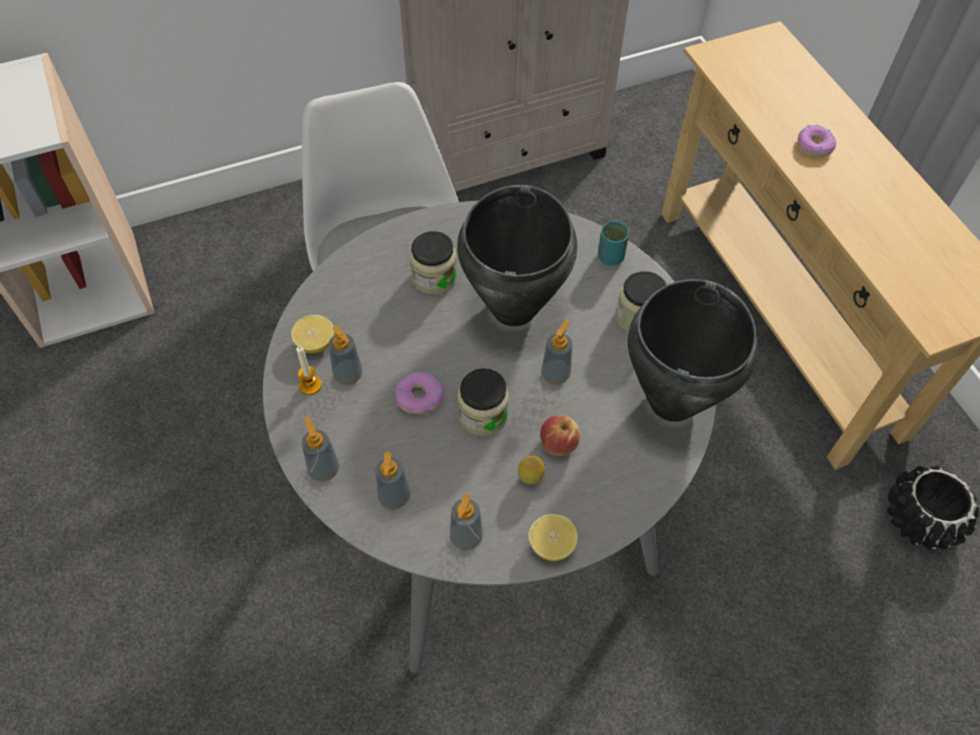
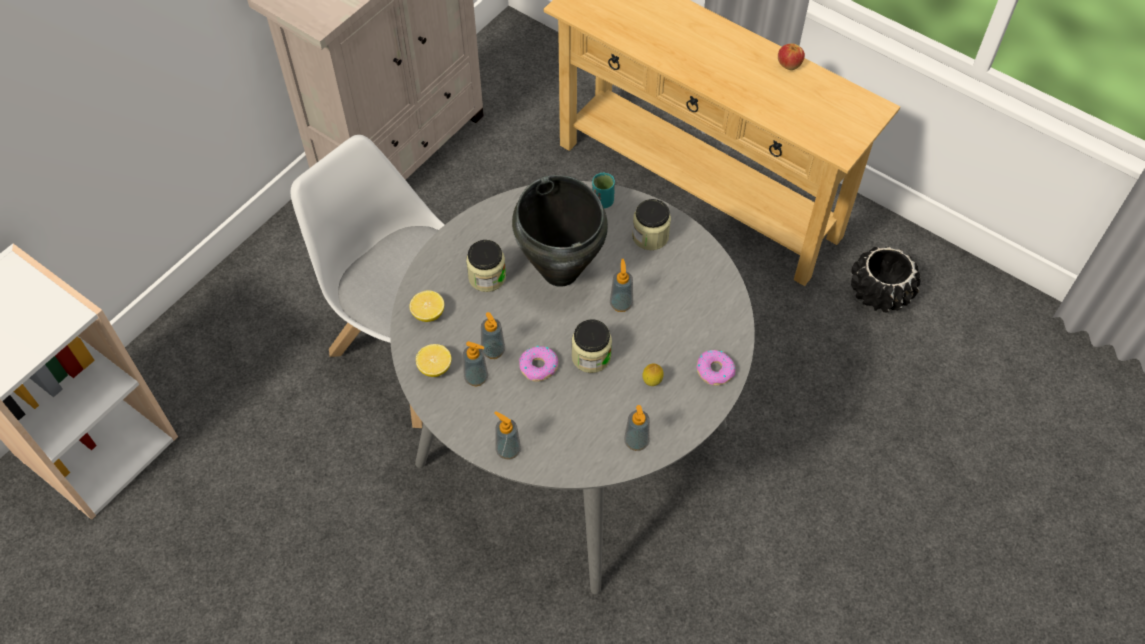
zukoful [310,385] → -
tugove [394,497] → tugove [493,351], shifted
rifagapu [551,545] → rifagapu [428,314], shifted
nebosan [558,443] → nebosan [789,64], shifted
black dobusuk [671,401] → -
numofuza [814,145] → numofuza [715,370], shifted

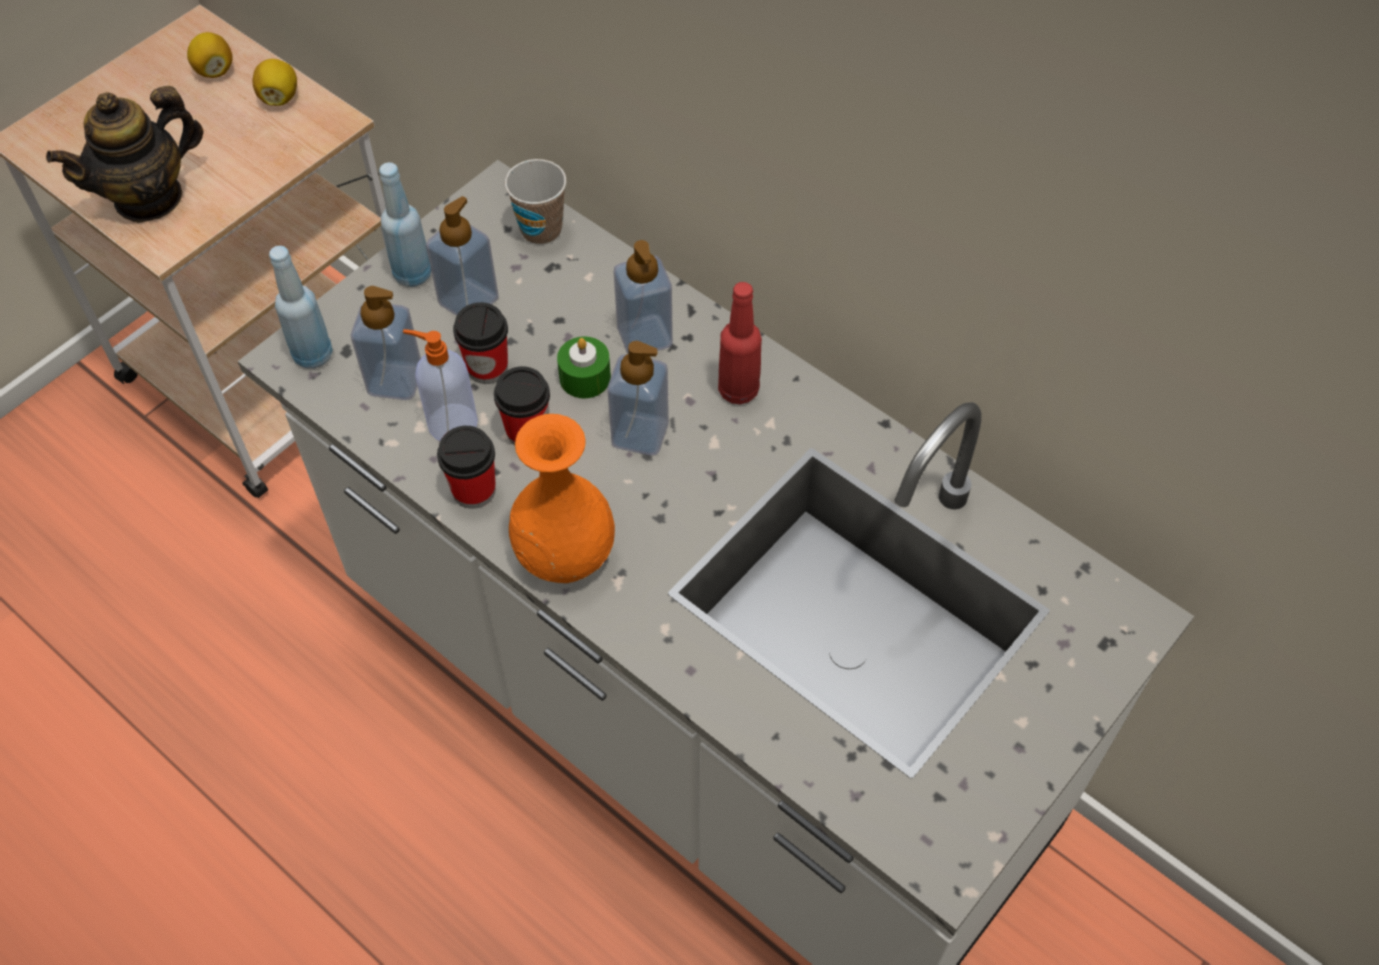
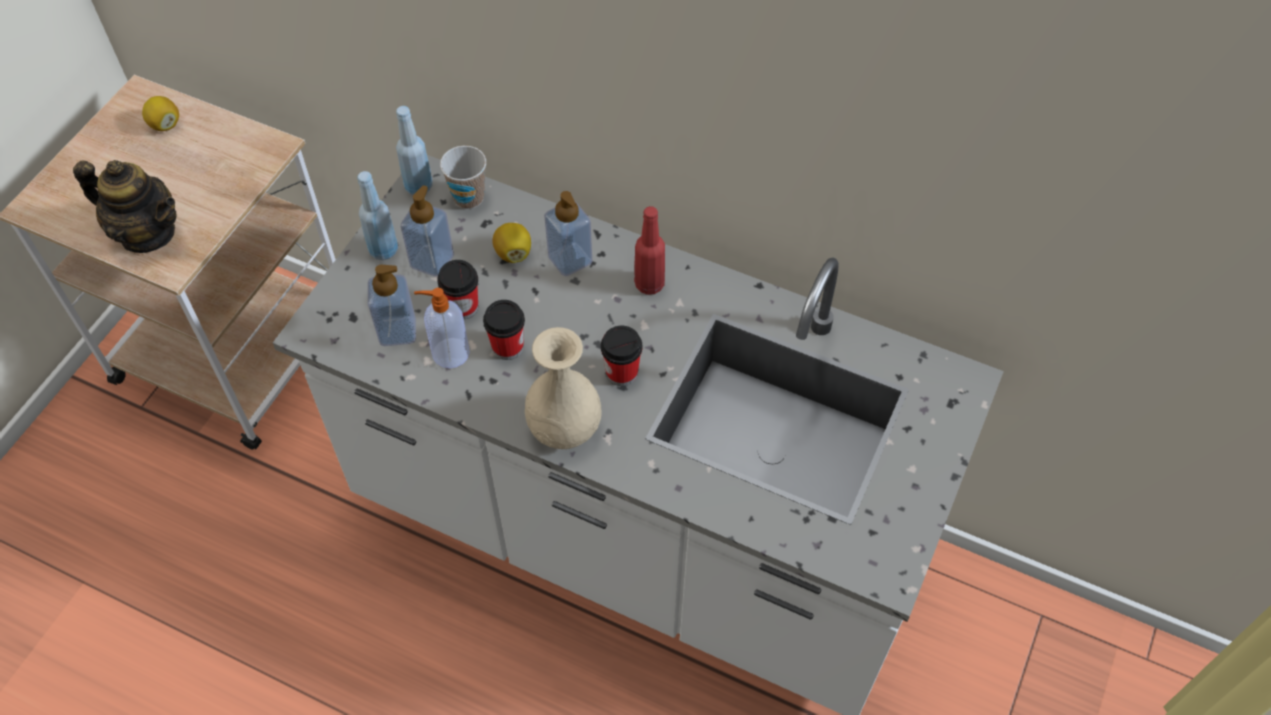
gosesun [149,197] → gosesun [147,233], 105 degrees counterclockwise
rifagapu [279,97] → rifagapu [513,253], shifted
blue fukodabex [313,355] → blue fukodabex [418,186], shifted
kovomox [474,490] → kovomox [622,372], shifted
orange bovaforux [565,555] → beige bovaforux [564,428]
green zukoful [585,377] → -
tugove [640,434] → -

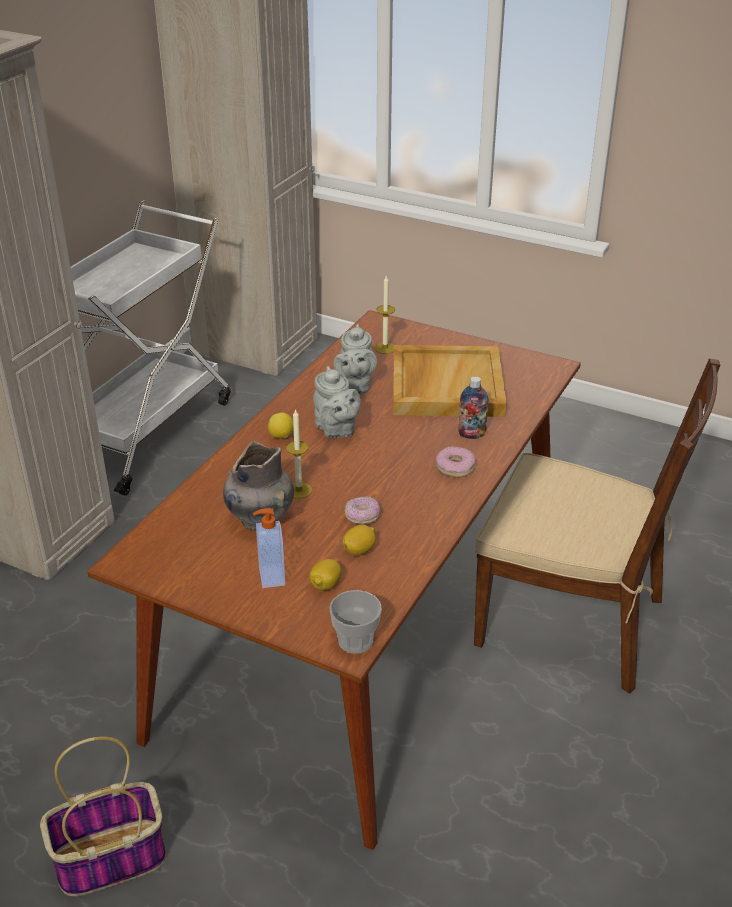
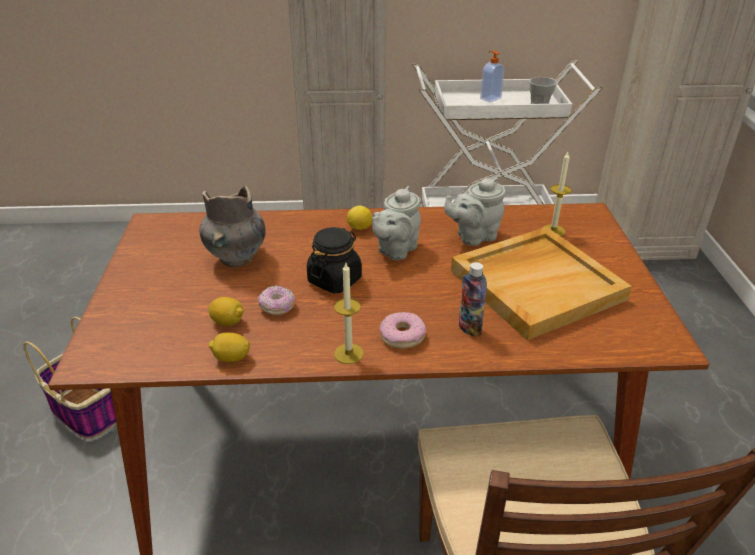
tugove [270,576] → tugove [490,98], shifted
zukoful [299,490] → zukoful [349,353], shifted
rifagapu [325,585] → rifagapu [231,358], shifted
kovomox [355,641] → kovomox [539,104], shifted
- → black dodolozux [335,280]

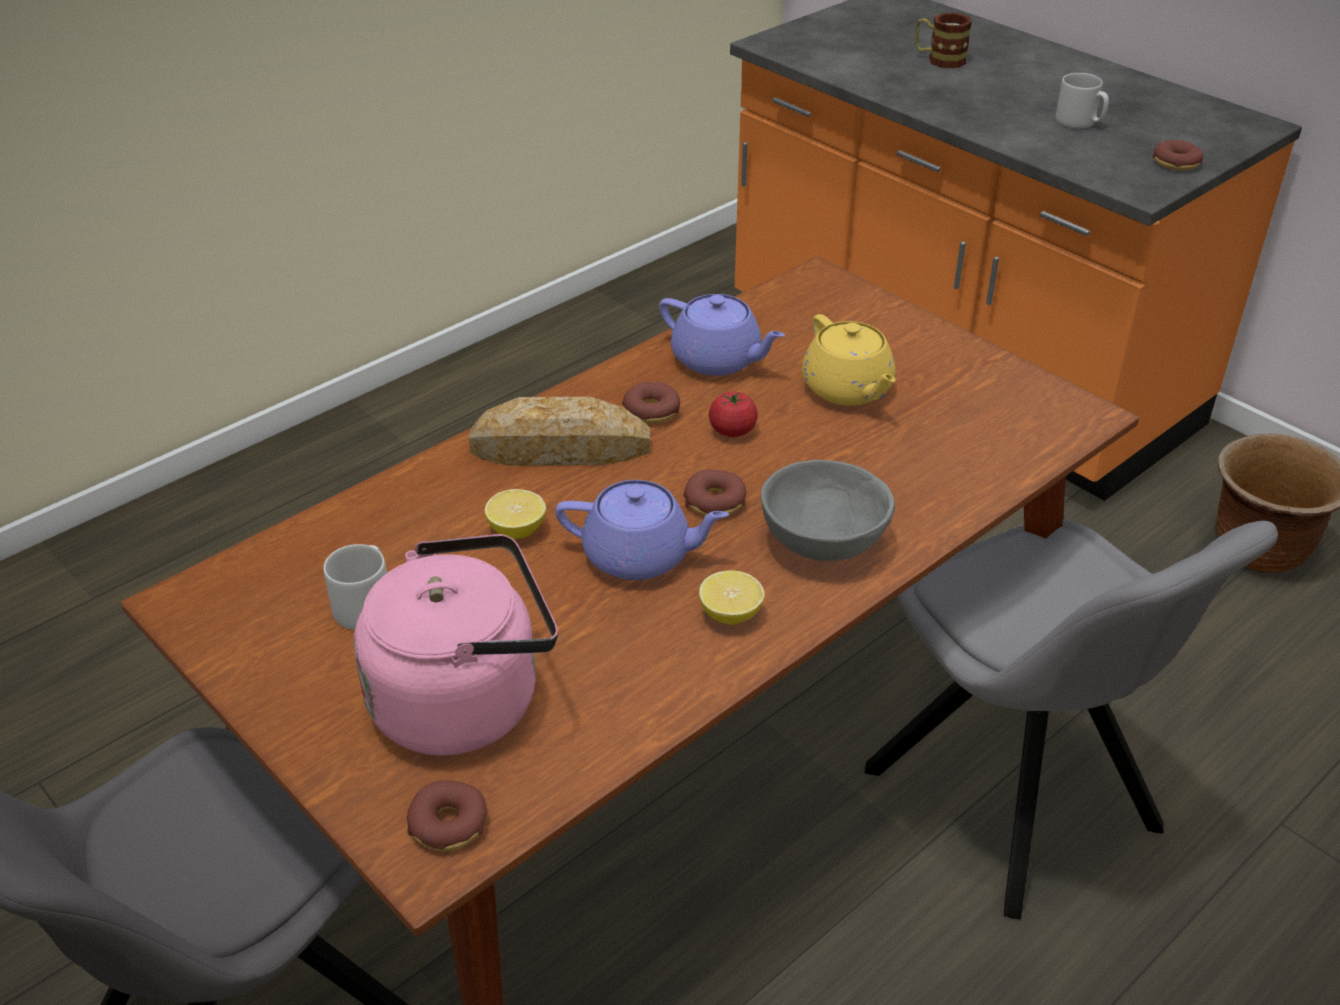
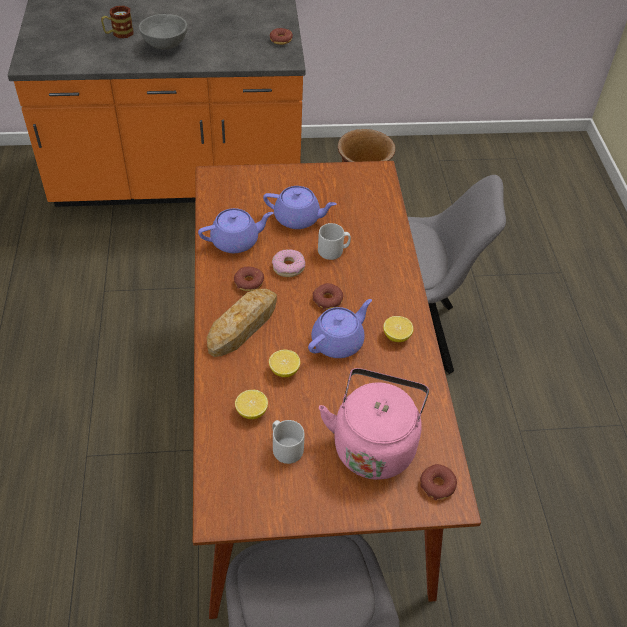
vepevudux [732,430] → numofuza [288,267]
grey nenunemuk [822,542] → grey nenunemuk [164,45], shifted
yellow gosesun [848,389] → purple gosesun [298,218]
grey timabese [1079,122] → grey timabese [333,251], shifted
- → rifagapu [251,411]

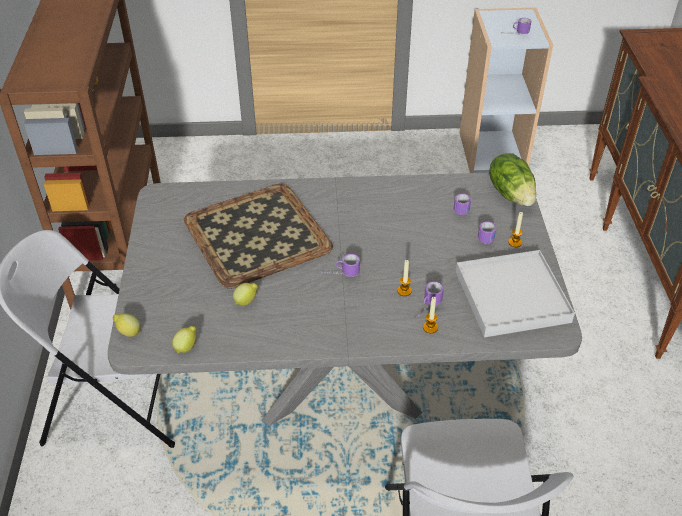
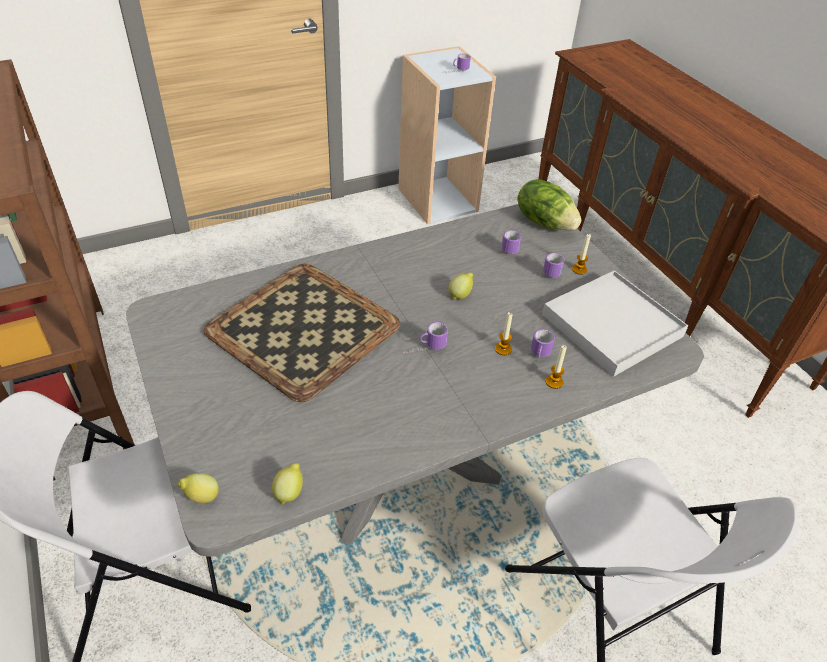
rifagapu [246,301] → rifagapu [460,295], shifted

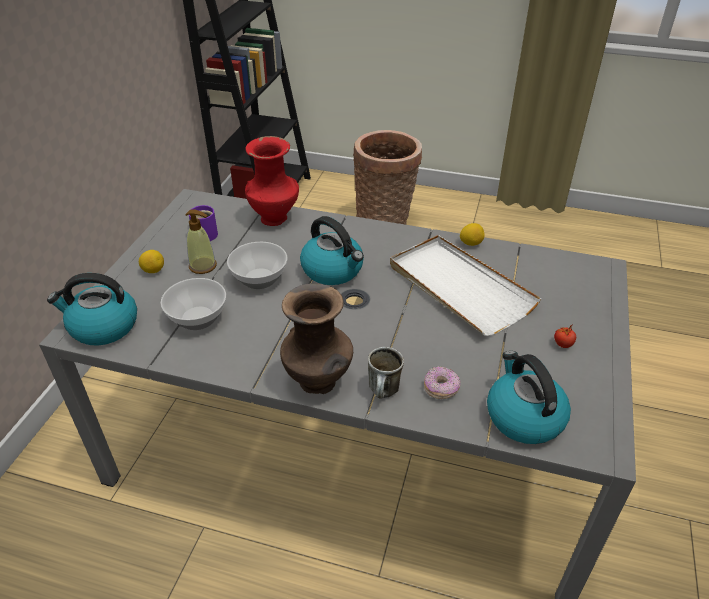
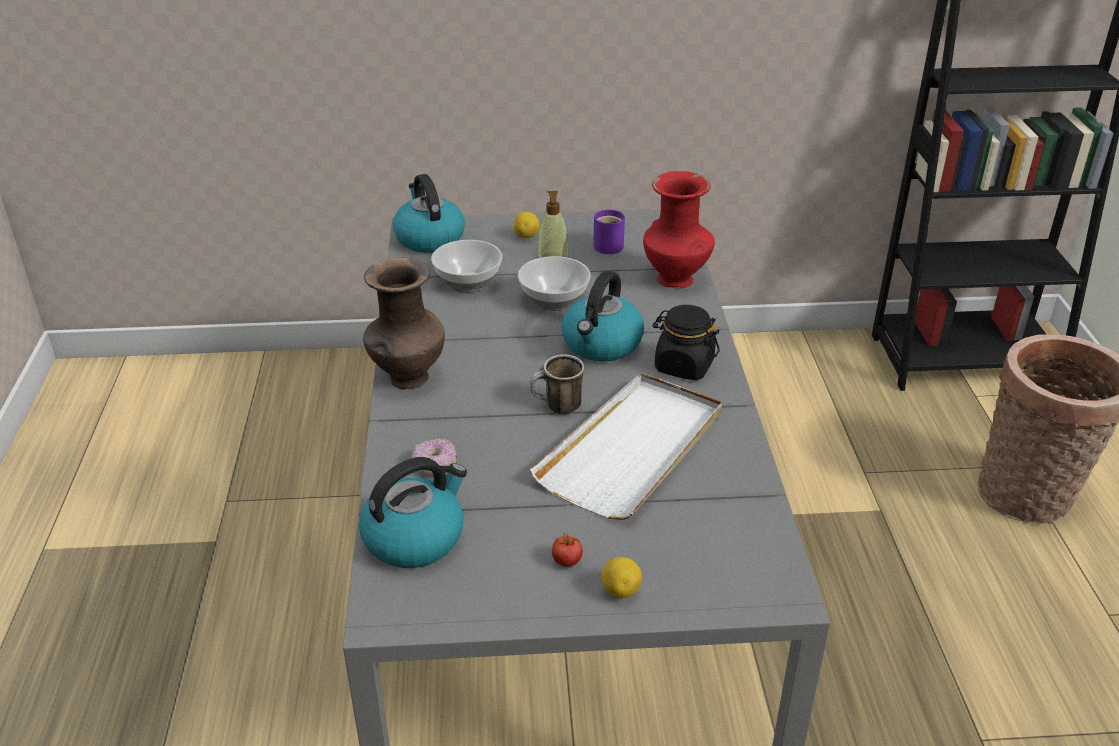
timabese [384,393] → timabese [557,408], shifted
rifagapu [471,243] → rifagapu [621,591], shifted
- → black dodolozux [683,366]

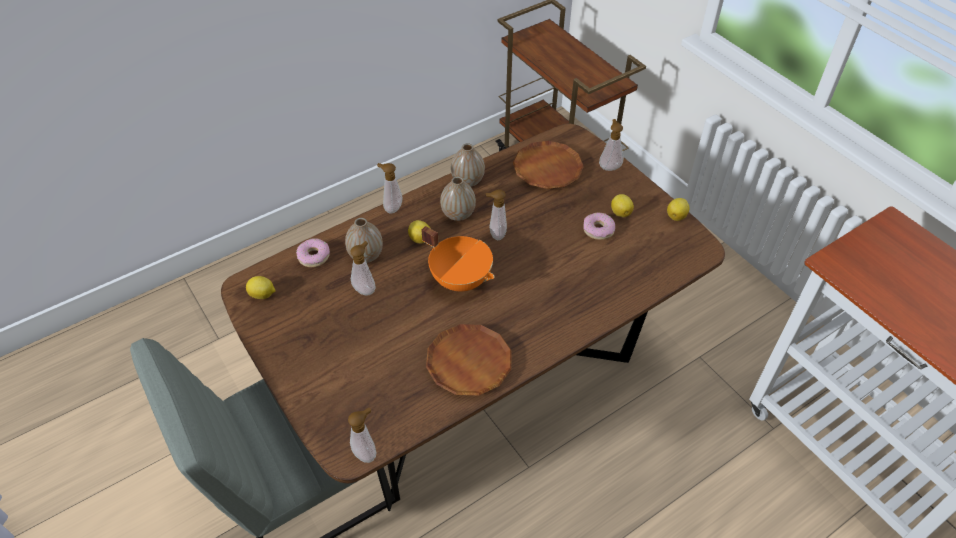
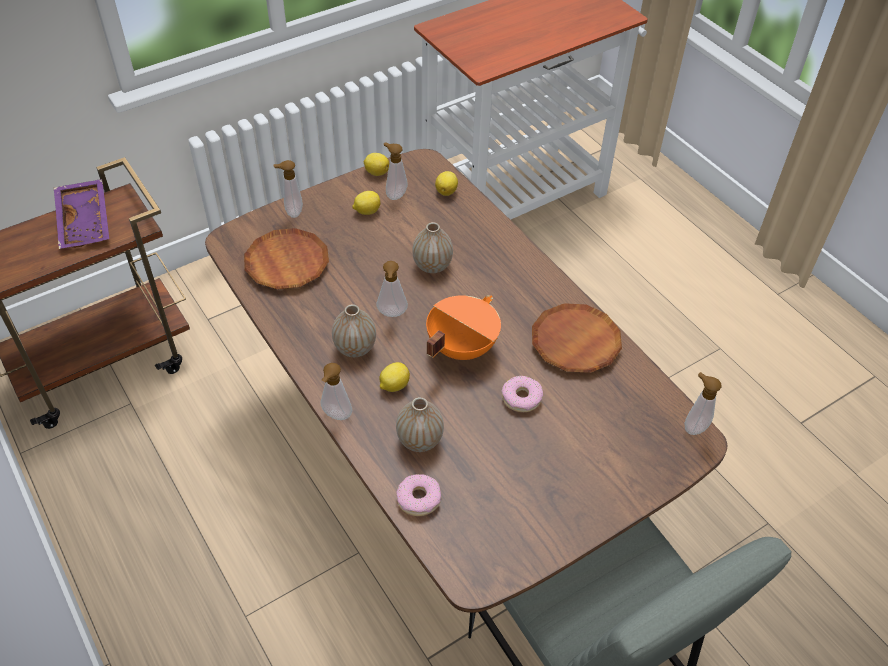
rifagapu [263,295] → rifagapu [446,191], shifted
tugove [365,289] → tugove [395,194], shifted
bovaforux [467,181] → bovaforux [432,266], shifted
numofuza [598,230] → numofuza [521,398], shifted
- → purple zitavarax [86,222]

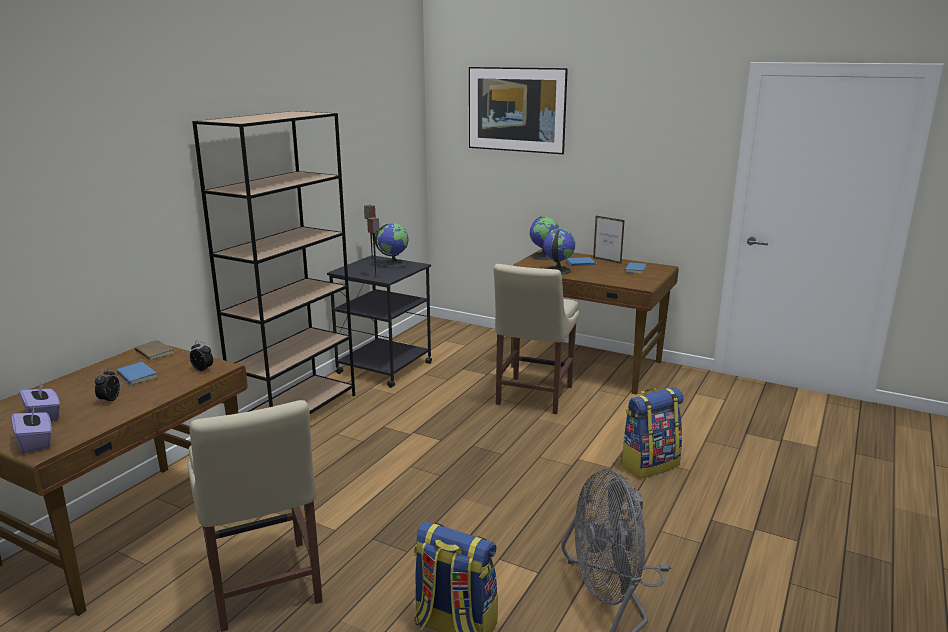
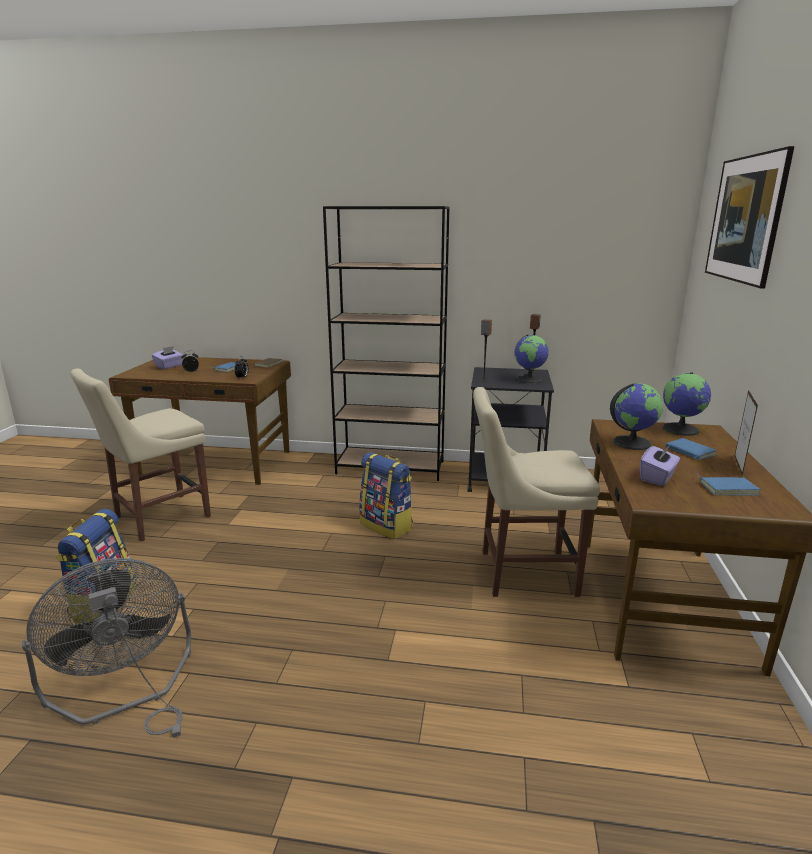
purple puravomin [36,442] → purple puravomin [657,478], shifted
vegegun [649,464] → vegegun [387,526], shifted

